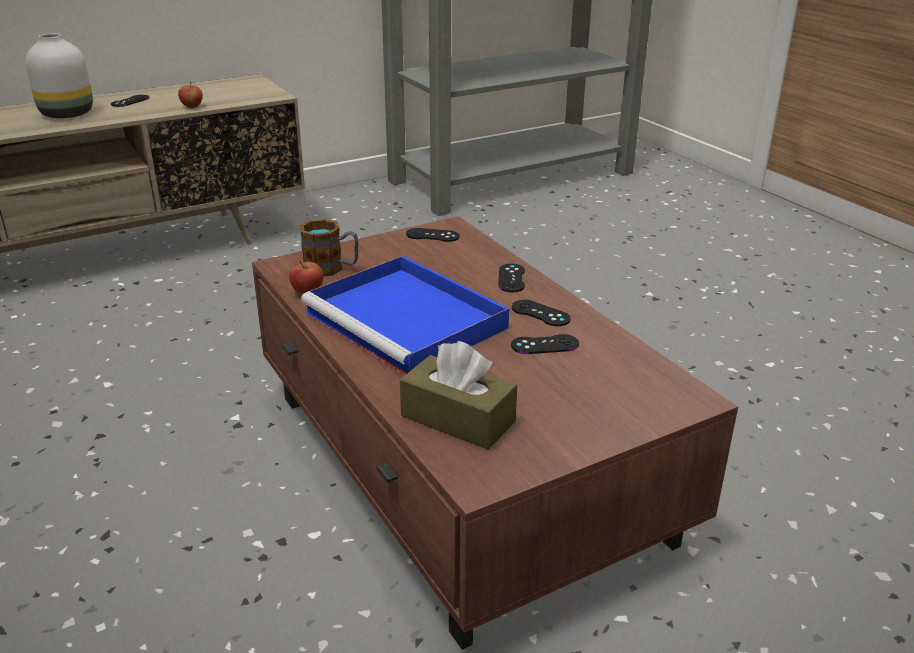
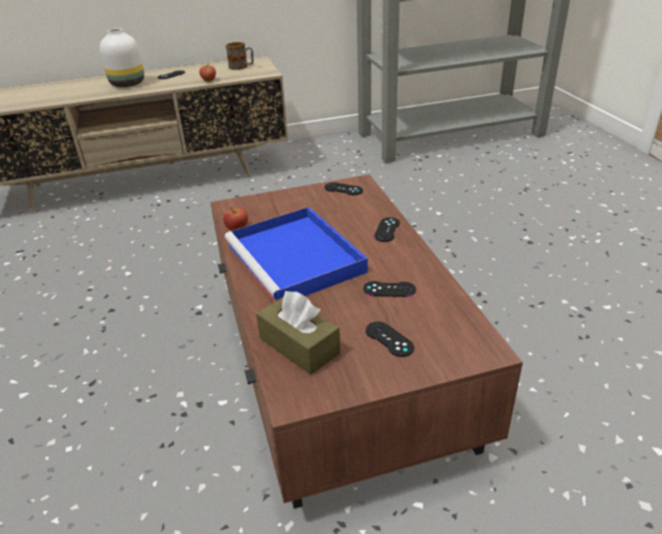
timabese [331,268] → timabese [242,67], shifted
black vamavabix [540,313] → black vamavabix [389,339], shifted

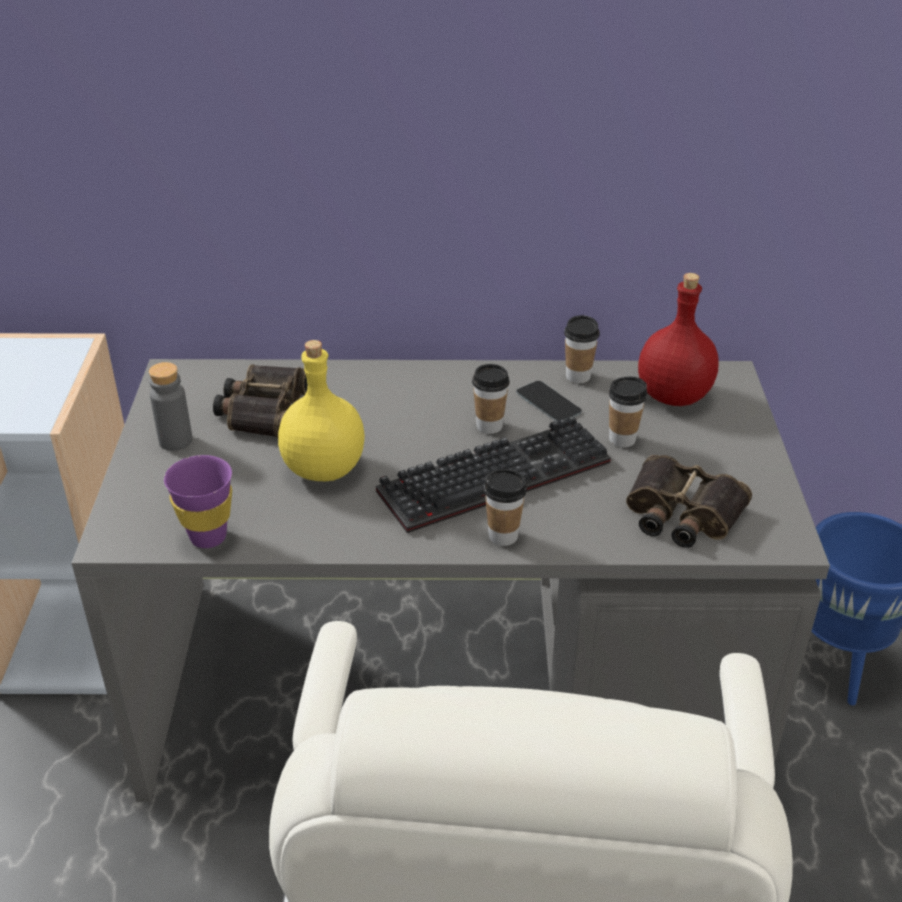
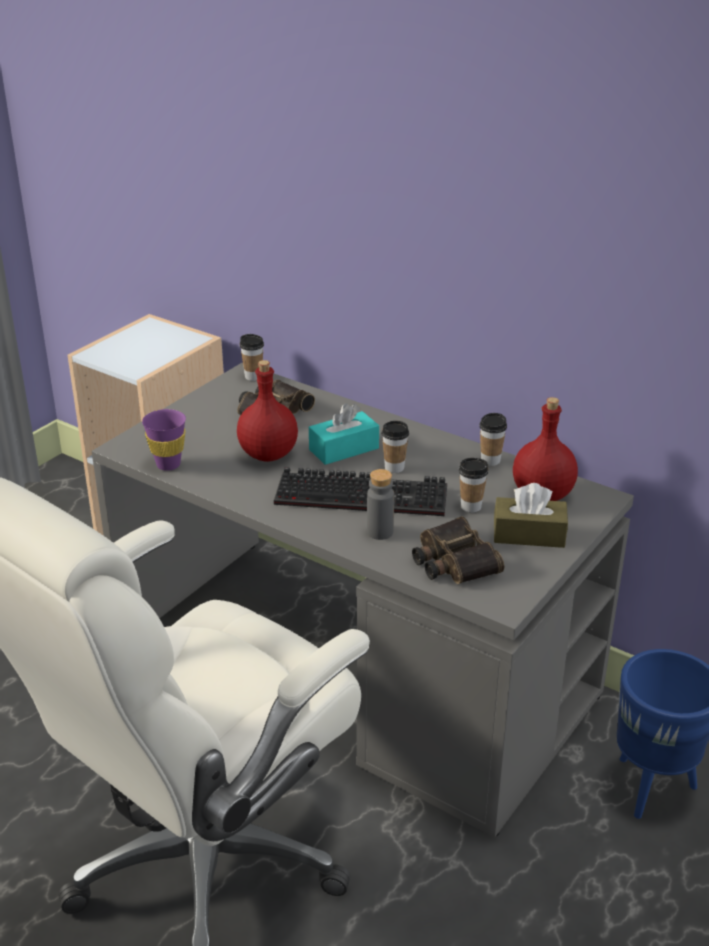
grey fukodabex [175,441] → grey fukodabex [380,532], shifted
yellow fukodabex [322,468] → red fukodabex [268,454]
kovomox [503,536] → kovomox [253,377], shifted
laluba [548,402] → -
- → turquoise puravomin [344,449]
- → brown puravomin [529,534]

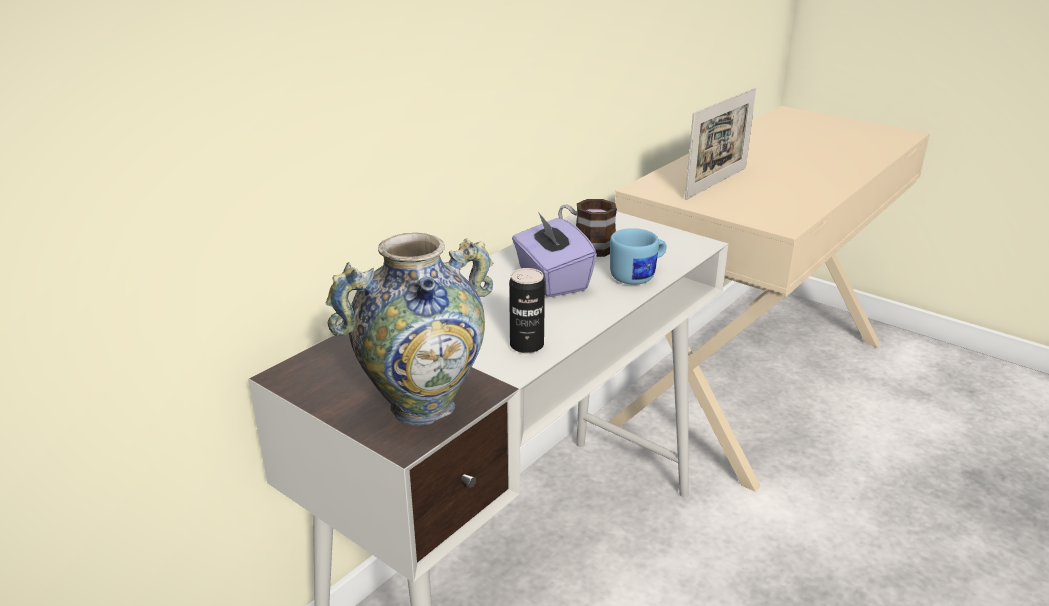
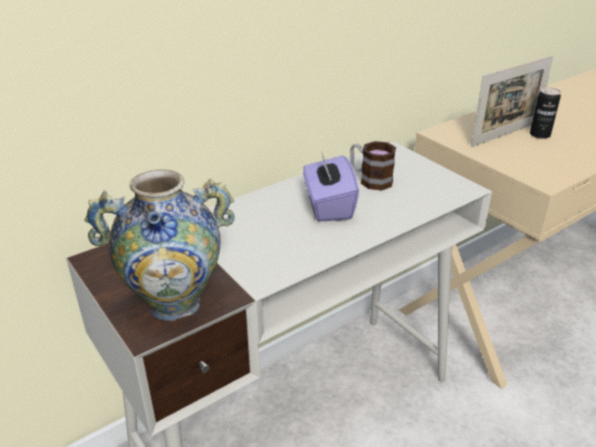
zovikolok [526,345] → zovikolok [539,135], shifted
blue timabese [638,276] → -

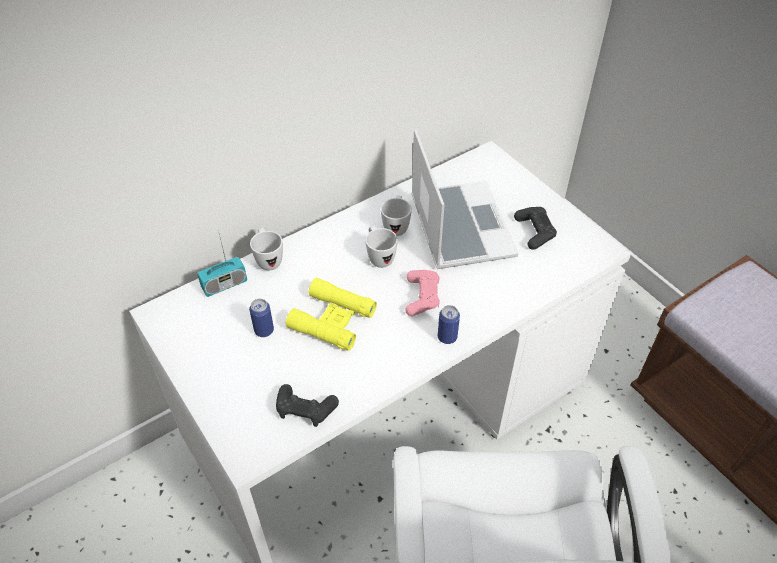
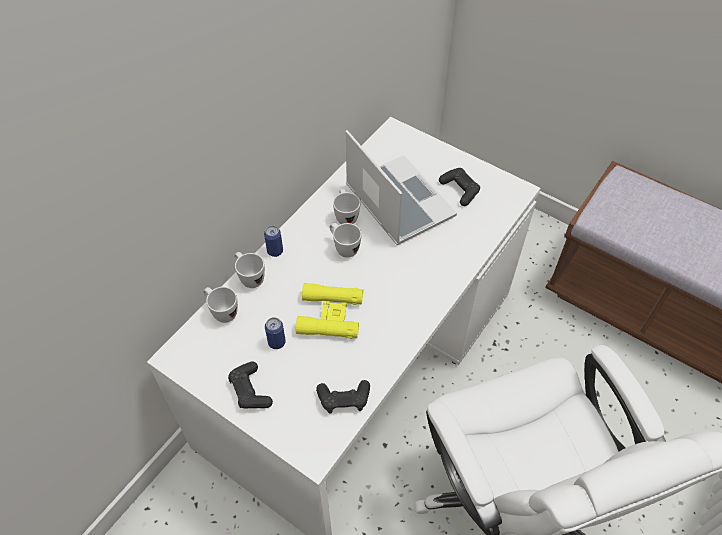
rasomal [224,284] → white timabese [222,312]
pink vamavabix [422,297] → -
zovikolok [447,337] → zovikolok [275,251], shifted
- → black vamavabix [250,390]

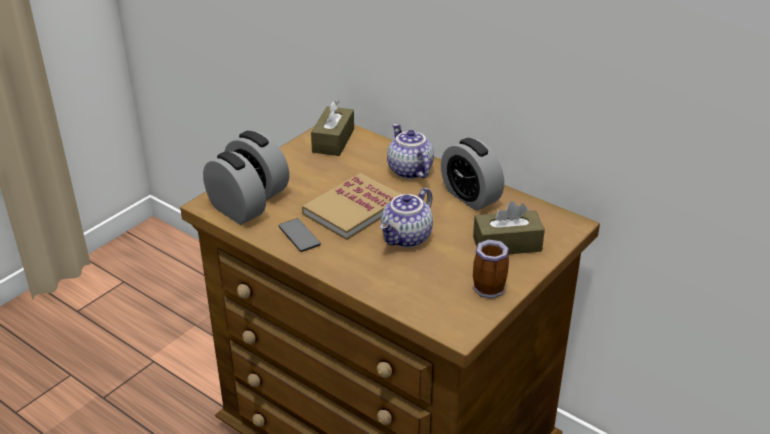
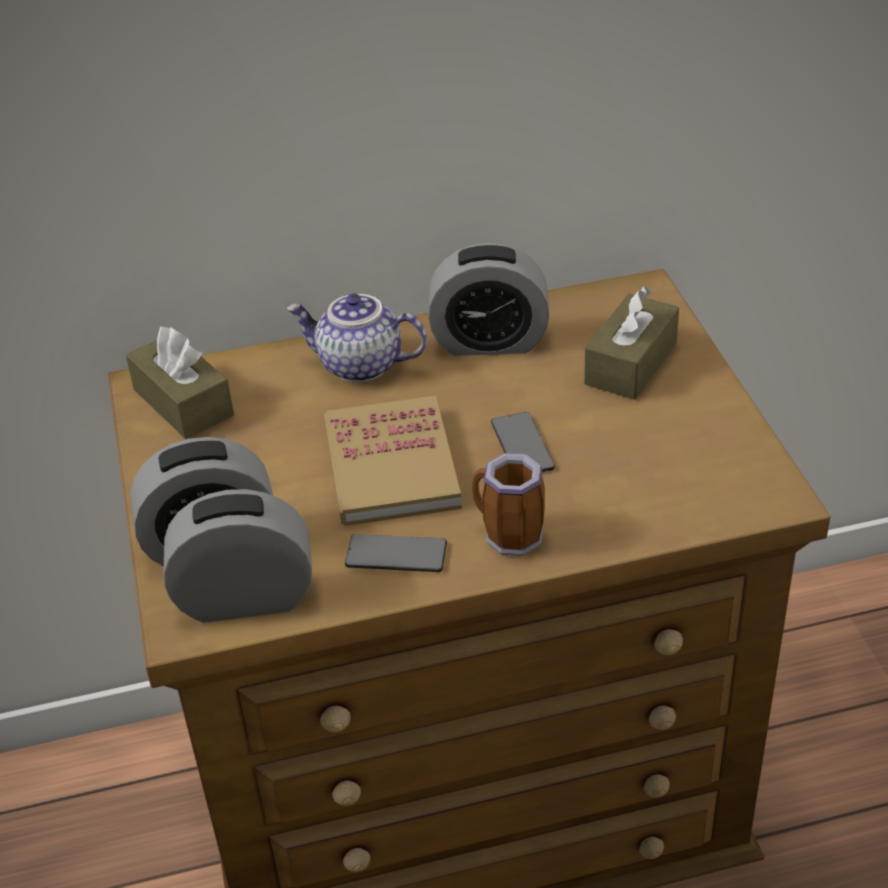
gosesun [407,238] → laluba [522,446]
timabese [486,286] → timabese [507,537], shifted

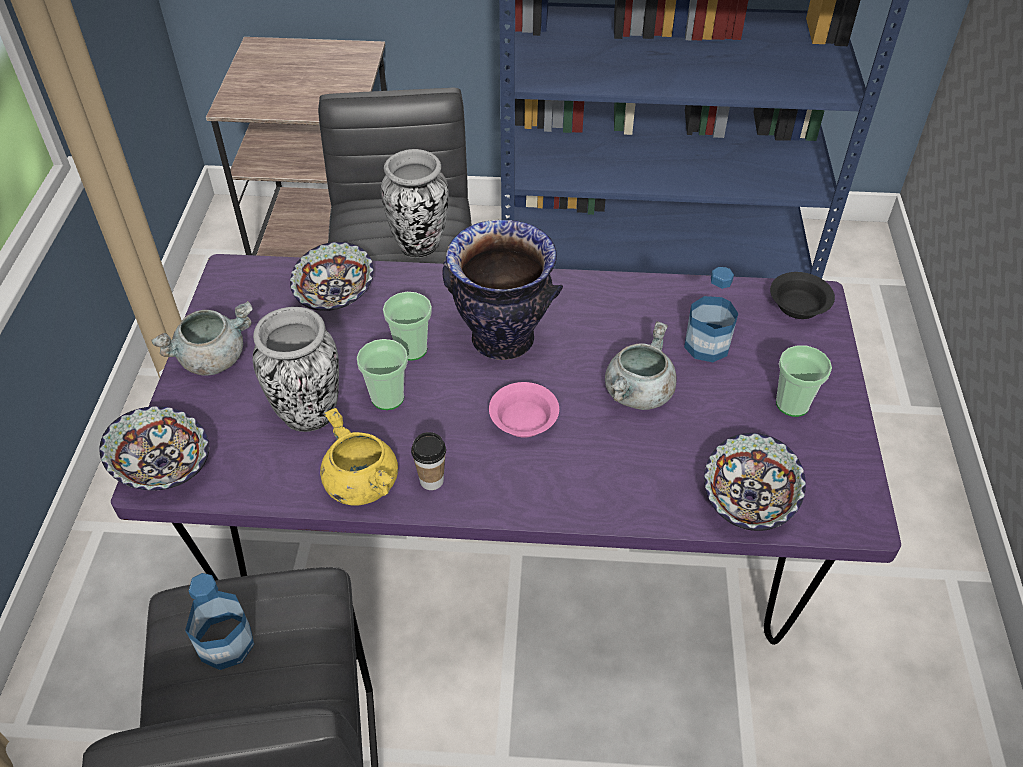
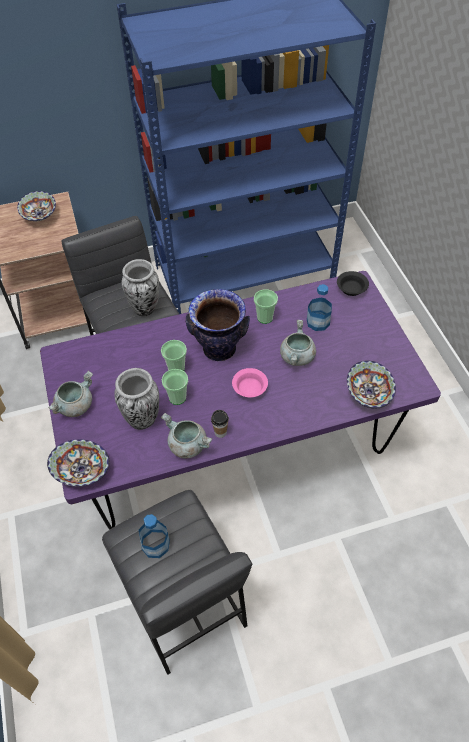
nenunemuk [336,295] → nenunemuk [40,215], shifted
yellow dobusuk [361,484] → grey dobusuk [187,445]
kovomox [792,404] → kovomox [265,317], shifted

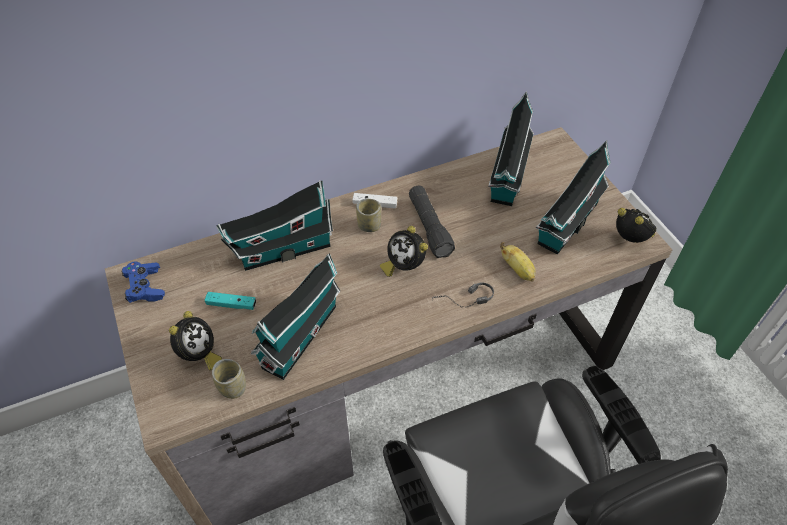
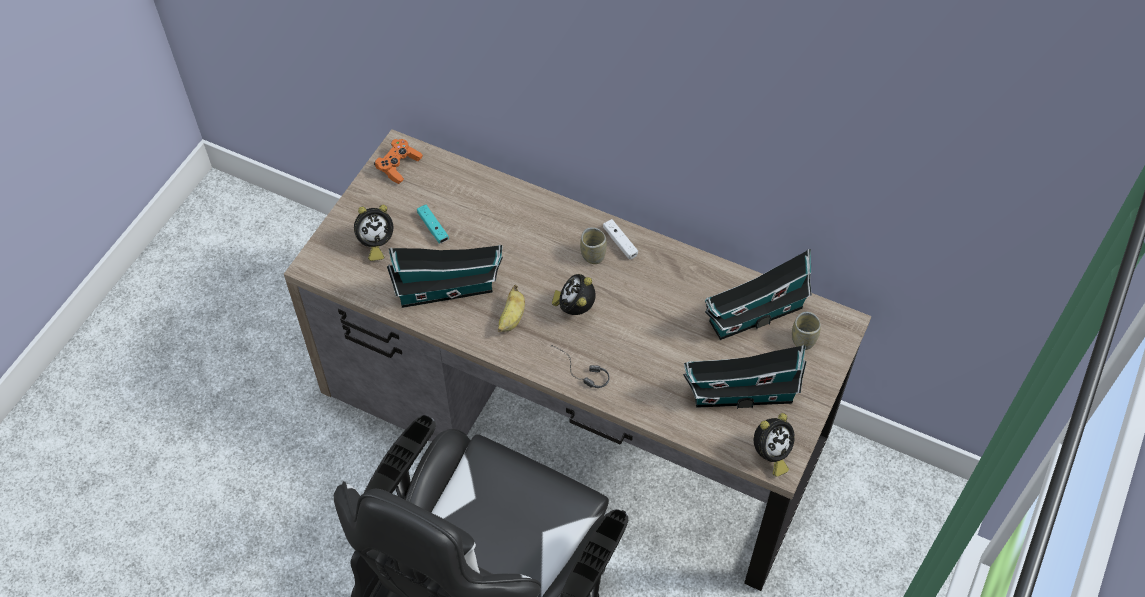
blue vamavabix [145,287] → orange vamavabix [398,166]
kovomox [233,388] → kovomox [803,340], shifted
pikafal [281,251] → -
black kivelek [429,227] → -
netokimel [518,270] → netokimel [512,318], shifted
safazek [631,241] → safazek [770,454], 45 degrees clockwise

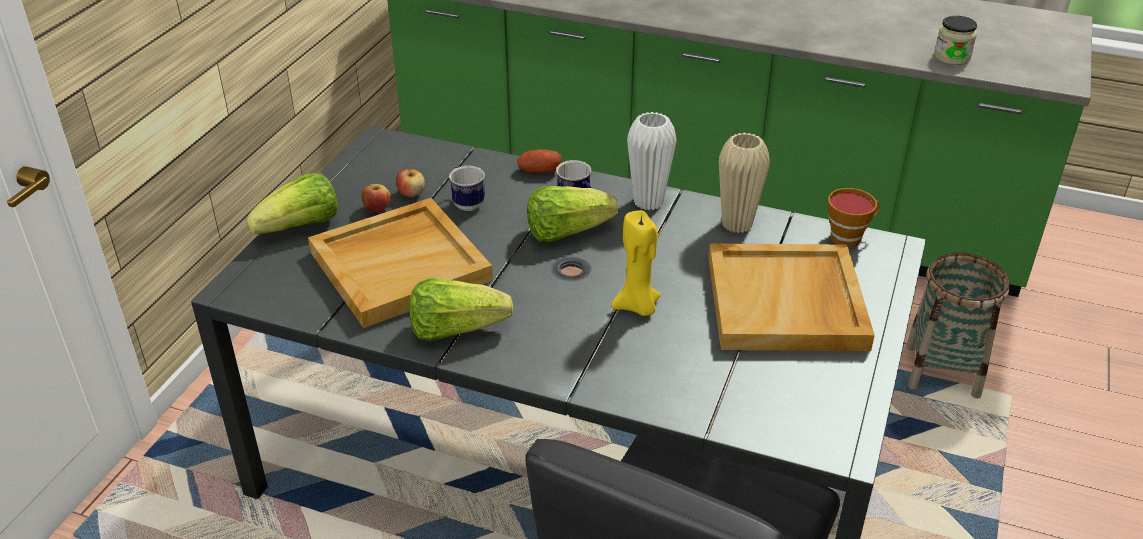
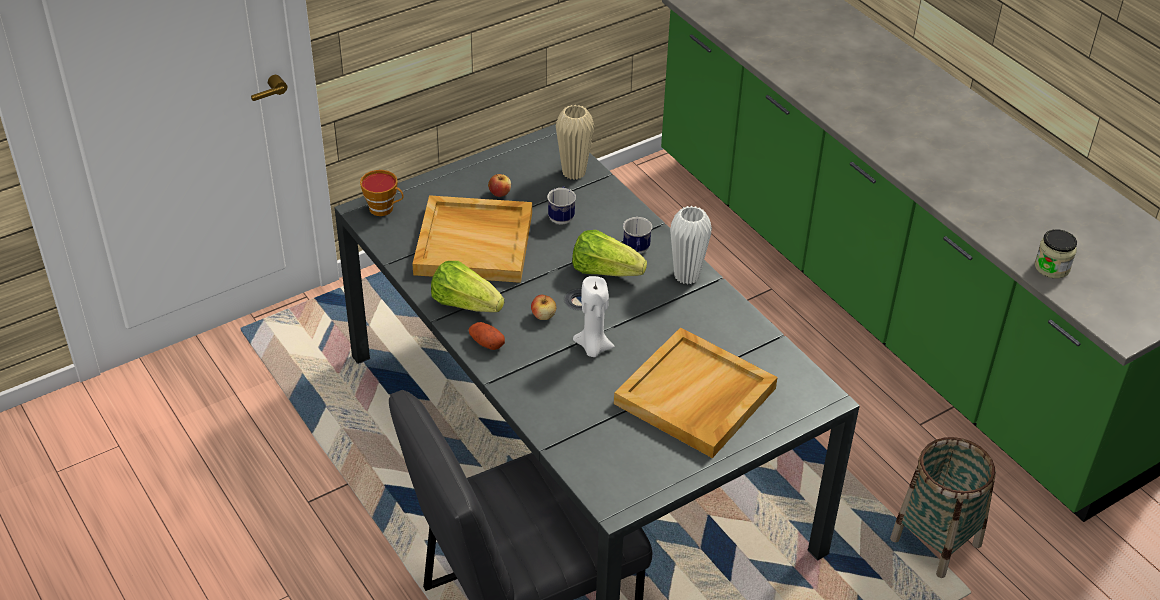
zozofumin [301,227] → -
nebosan [411,193] → nebosan [543,316], shifted
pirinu [539,171] → pirinu [486,343], shifted
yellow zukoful [637,307] → white zukoful [593,347]
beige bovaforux [737,224] → beige bovaforux [574,172], shifted
kovomox [849,237] → kovomox [384,209], shifted

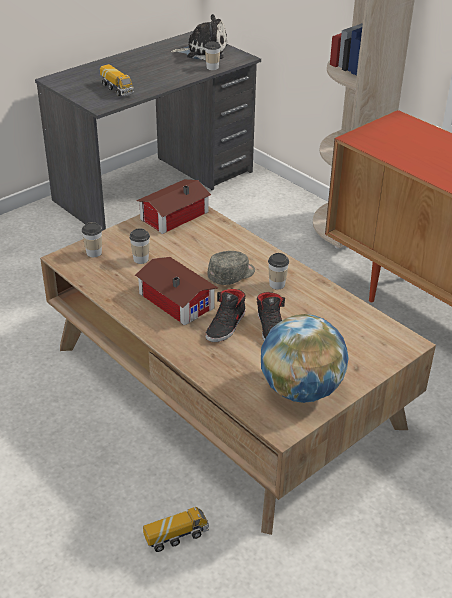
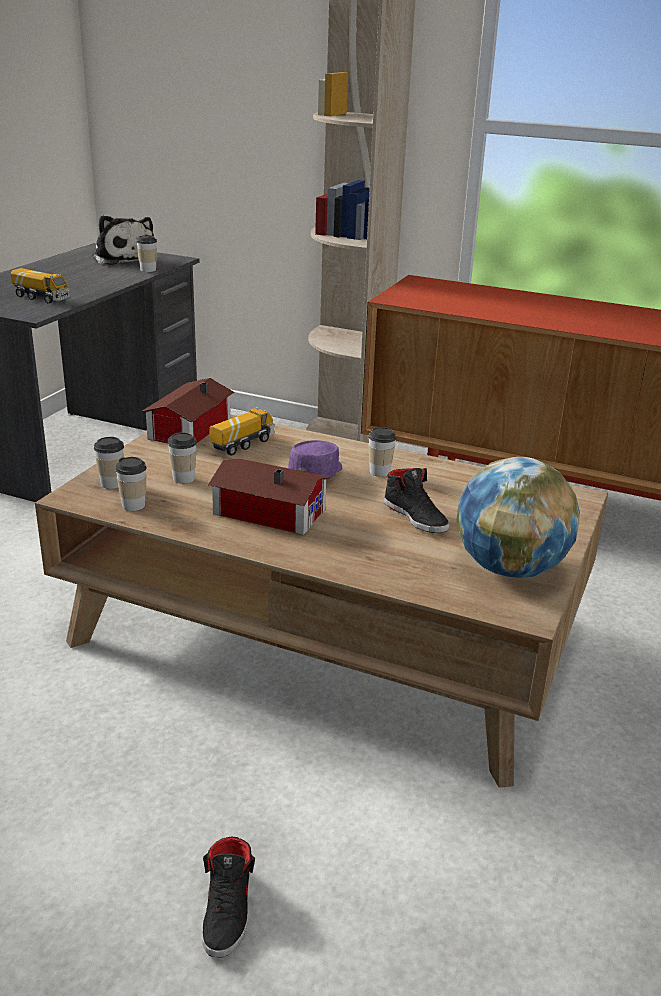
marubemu [176,536] → marubemu [243,444], shifted
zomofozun [203,51] → zomofozun [123,258], 75 degrees clockwise
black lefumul [226,325] → black lefumul [228,909], shifted
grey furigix [232,275] → purple furigix [317,473]
- → kovomox [133,505]

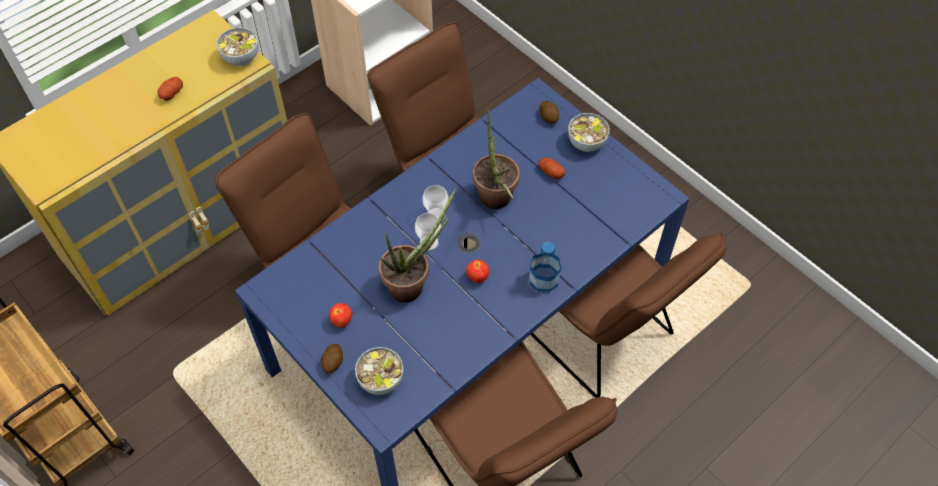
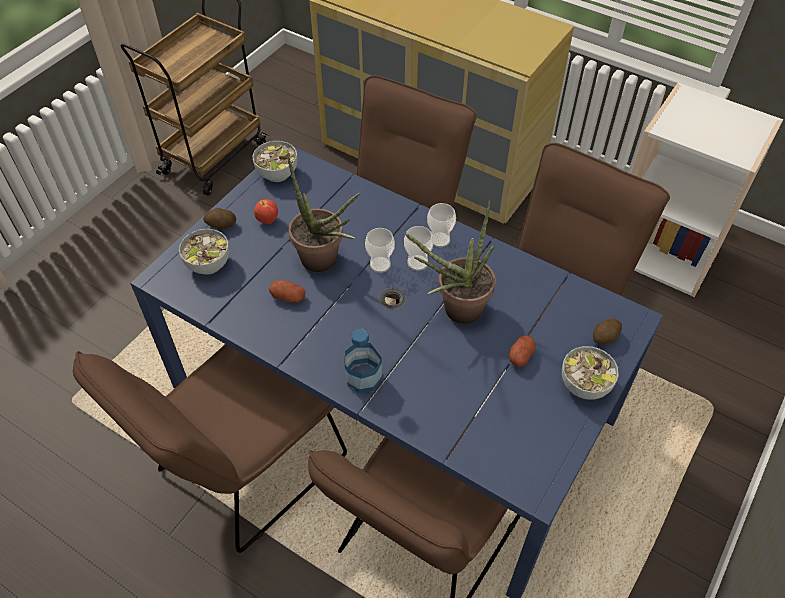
pirinu [172,93] → pirinu [288,297], shifted
nenunemuk [241,57] → nenunemuk [277,173], shifted
nebosan [477,278] → -
- → kovomox [440,240]

